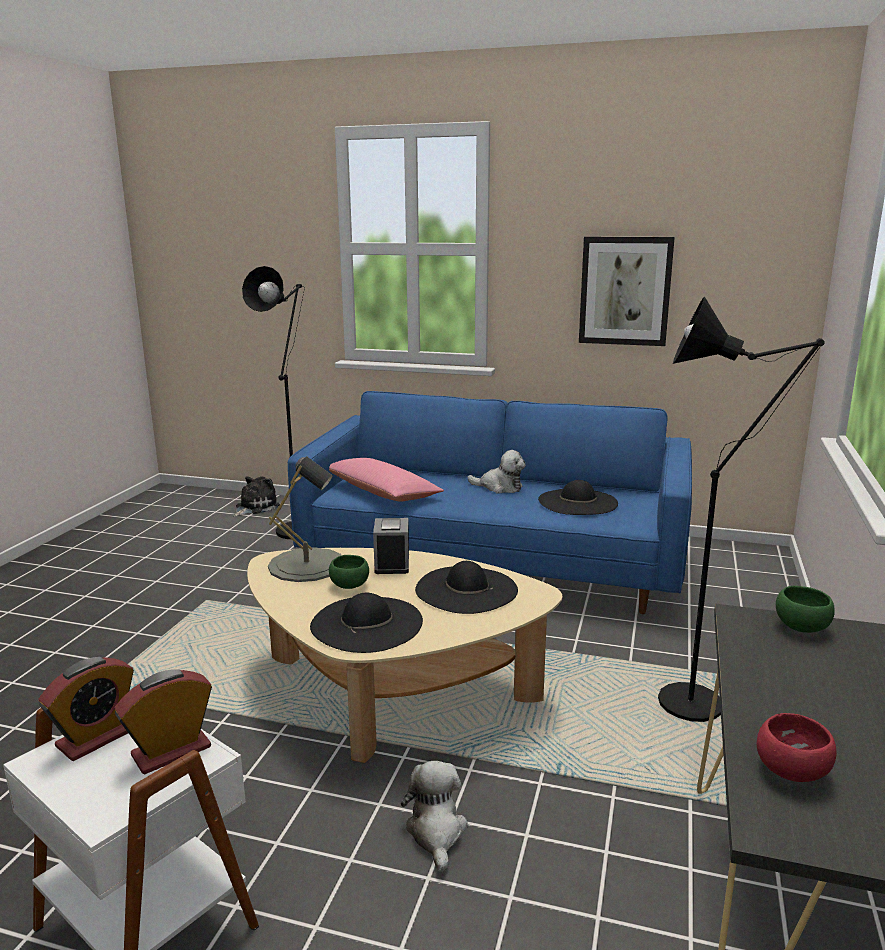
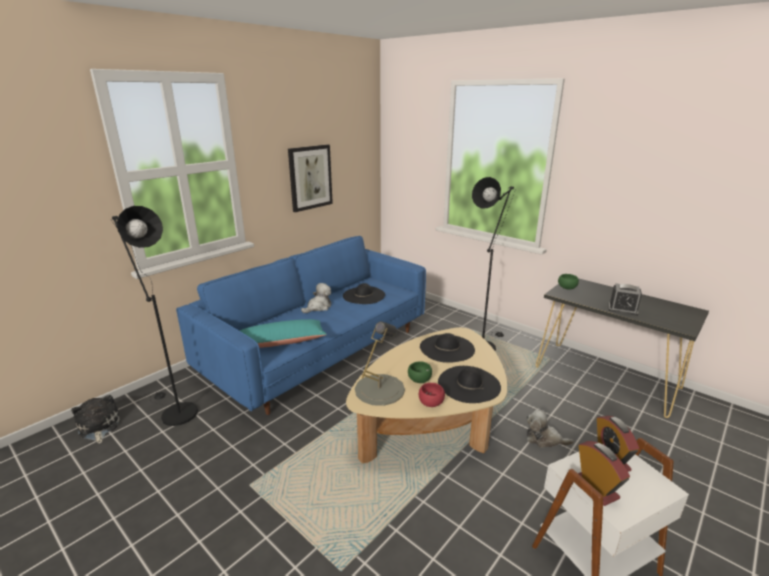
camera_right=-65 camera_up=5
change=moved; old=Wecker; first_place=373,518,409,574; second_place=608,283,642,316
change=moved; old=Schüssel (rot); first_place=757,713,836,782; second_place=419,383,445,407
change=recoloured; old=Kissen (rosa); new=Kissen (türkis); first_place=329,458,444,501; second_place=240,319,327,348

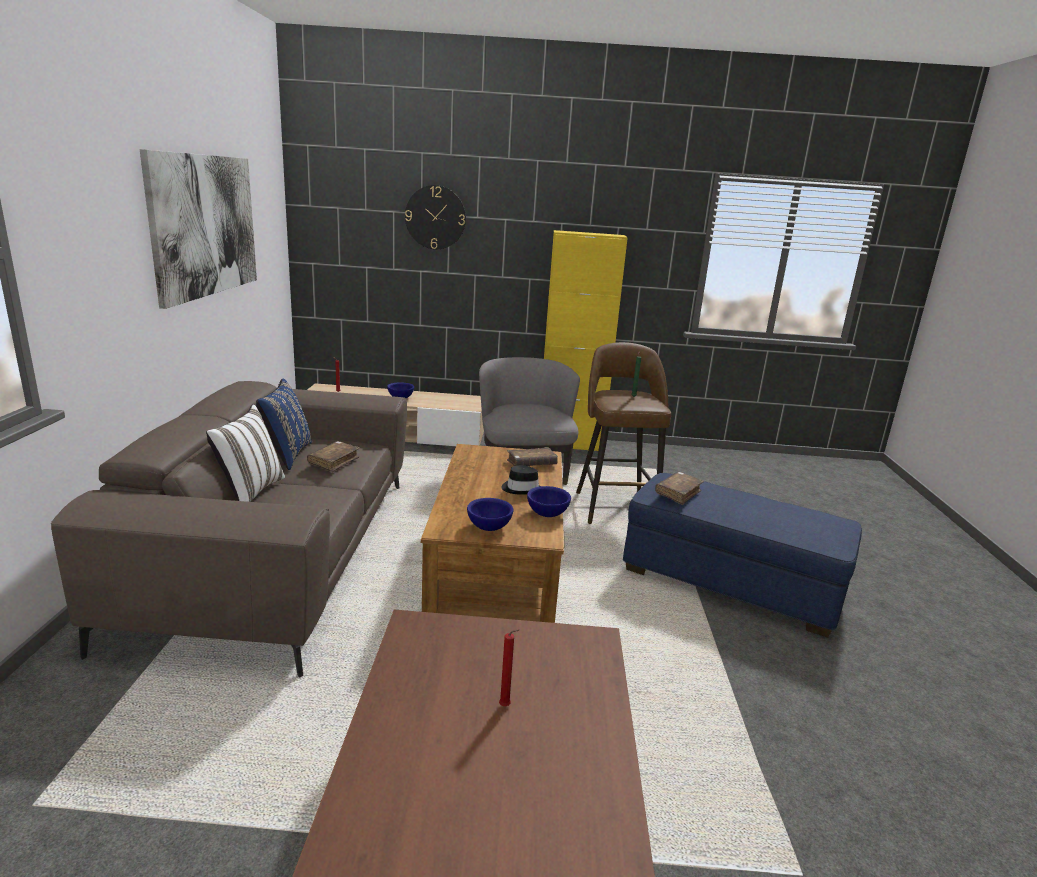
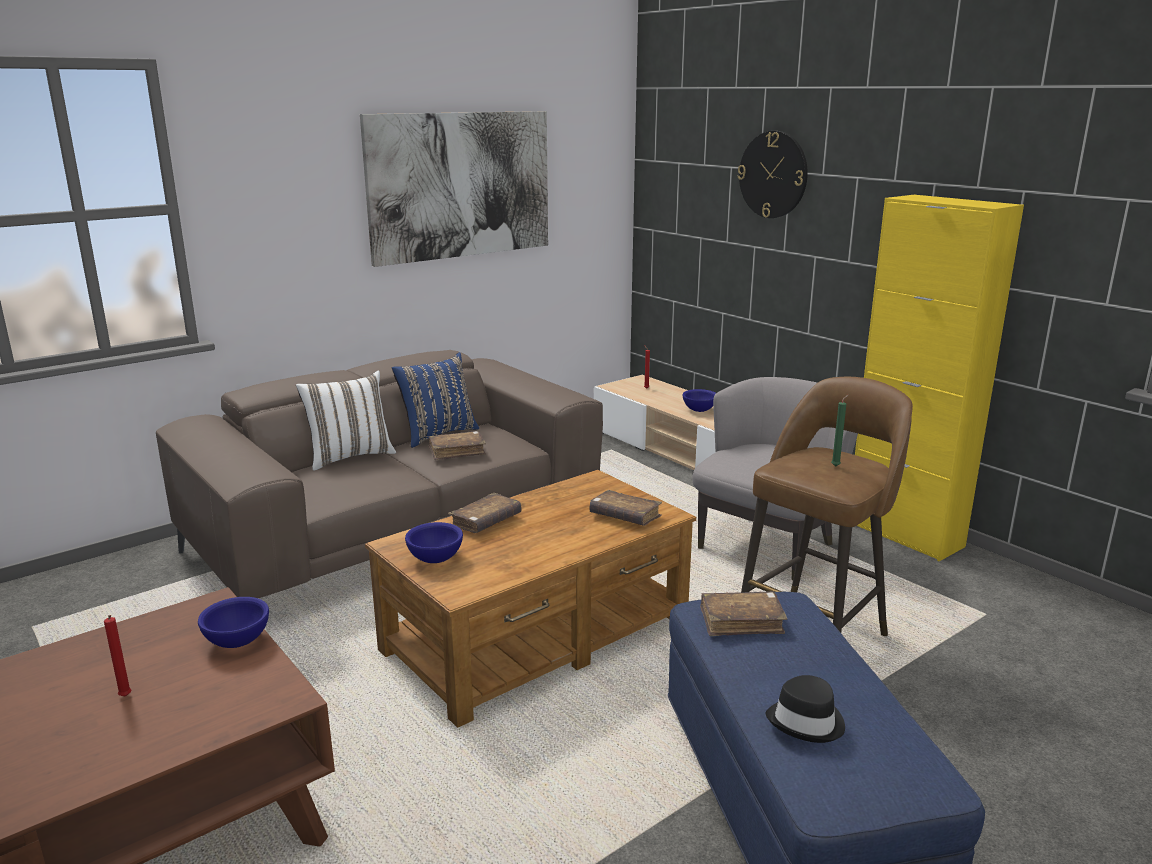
camera_right=50 camera_up=0
change=added; new=Buch (braun); second_place=448,493,522,533
change=moved; old=Hut (schwarz); first_place=502,465,540,495; second_place=765,675,845,743
change=moved; old=Schüssel (blau); first_place=527,486,571,517; second_place=198,597,269,648

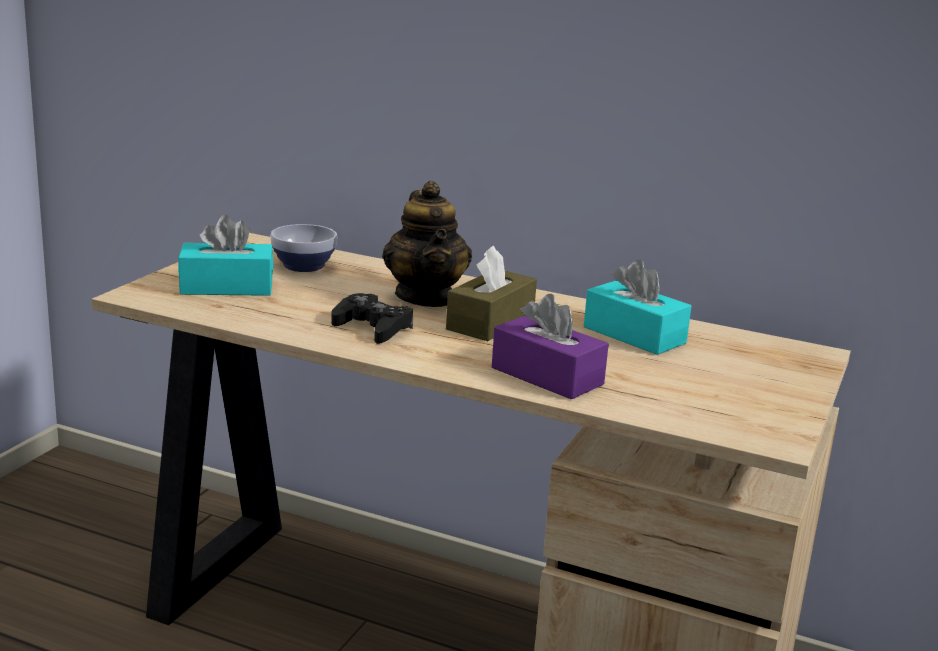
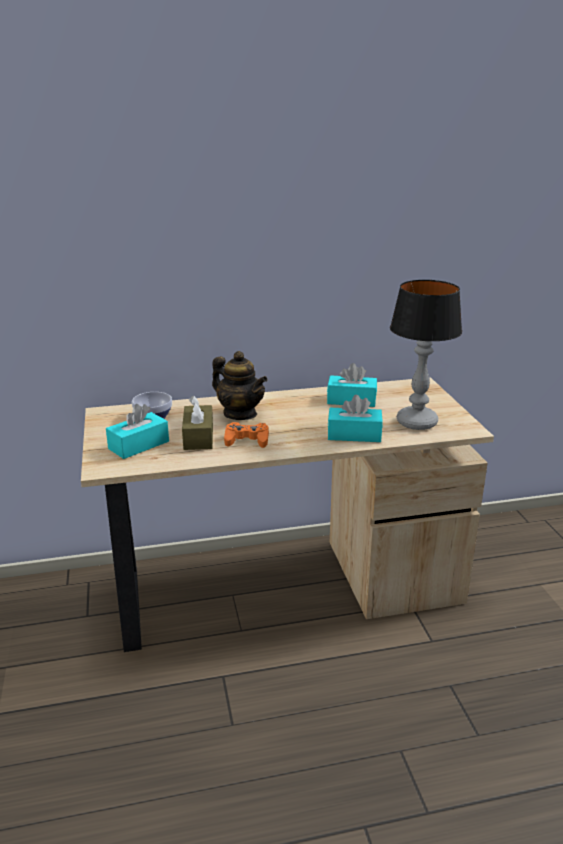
camera_right=-35 camera_up=5
change=added; new=Tischlampe; second_place=390,280,462,430
change=moved; old=Taschentuchbox (braun); first_place=446,246,537,341; second_place=182,395,213,450
change=recoloured; old=Gamepad (schwarz); new=Gamepad (orange); first_place=331,293,413,344; second_place=224,422,269,448
change=recoloured; old=Taschentuchbox (lila); new=Taschentuchbox (türkis); first_place=492,294,609,399; second_place=328,395,383,442

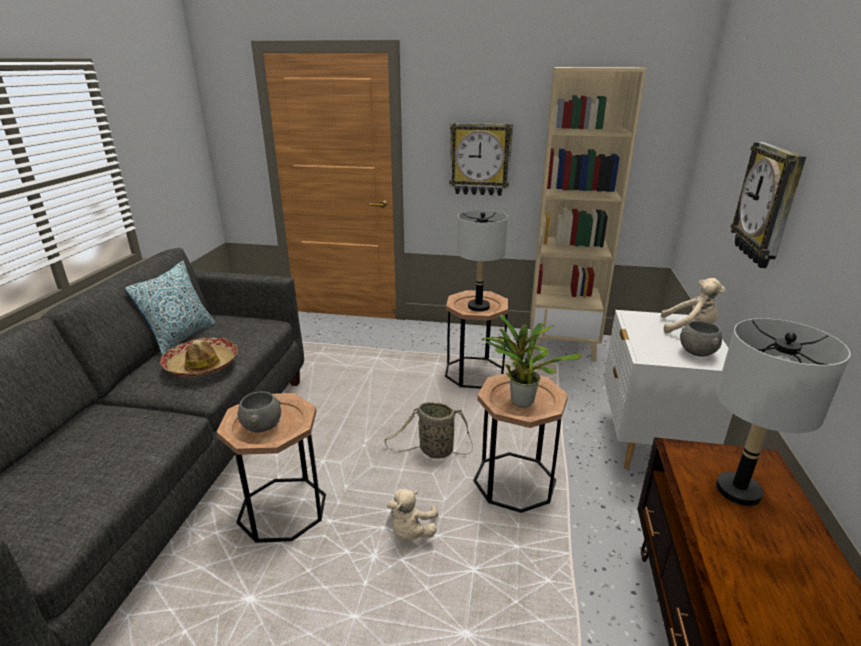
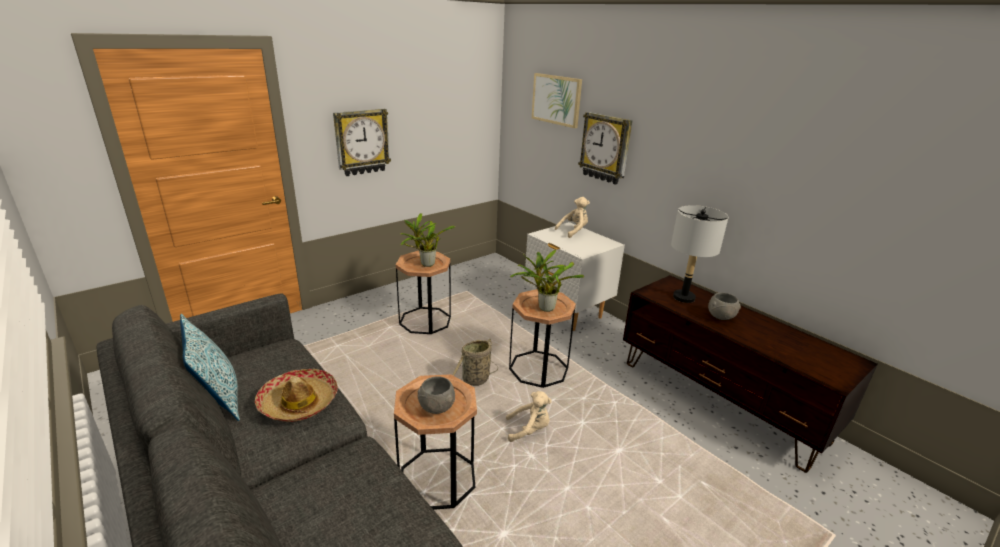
camera_right=-50 camera_up=0
change=removed; old=Bücherregal (beige); first_place=530,67,647,361
change=added; new=Bild; second_place=532,73,582,128
change=moved; old=Schüssel (grau); first_place=680,321,722,357; second_place=708,292,741,320
change=replaced; old=Tischlampe (grau); new=Topfpflanze; first_place=457,210,508,312; second_place=400,213,455,267
change=turned; old=Plüschtier (beige); first_place=387,489,439,541; second_place=506,391,552,442; degrees=-60

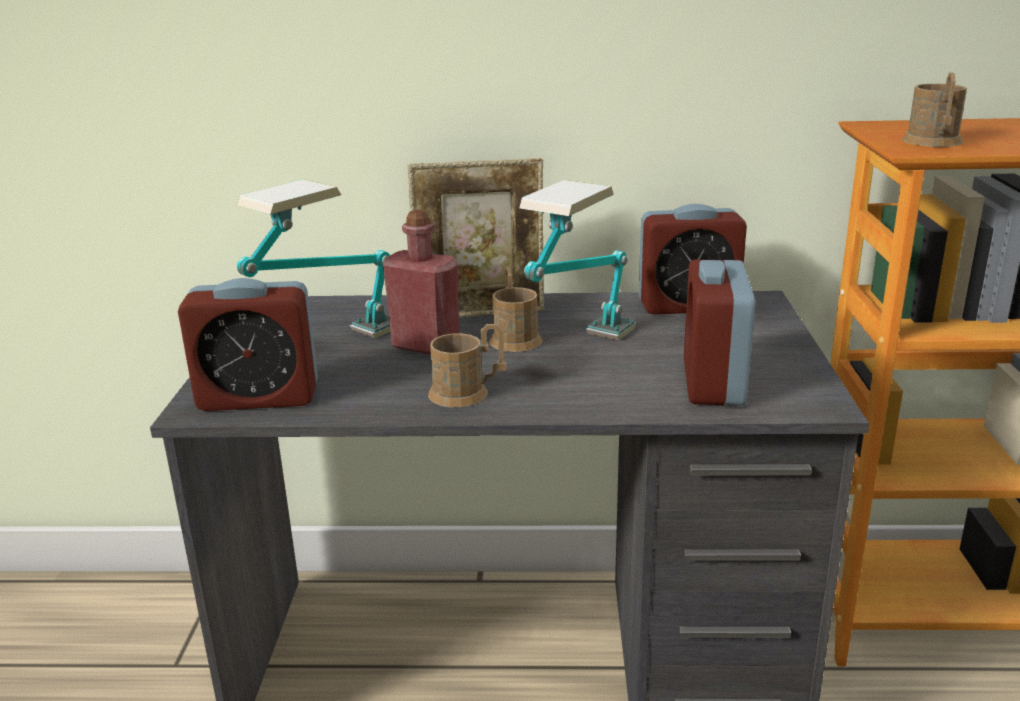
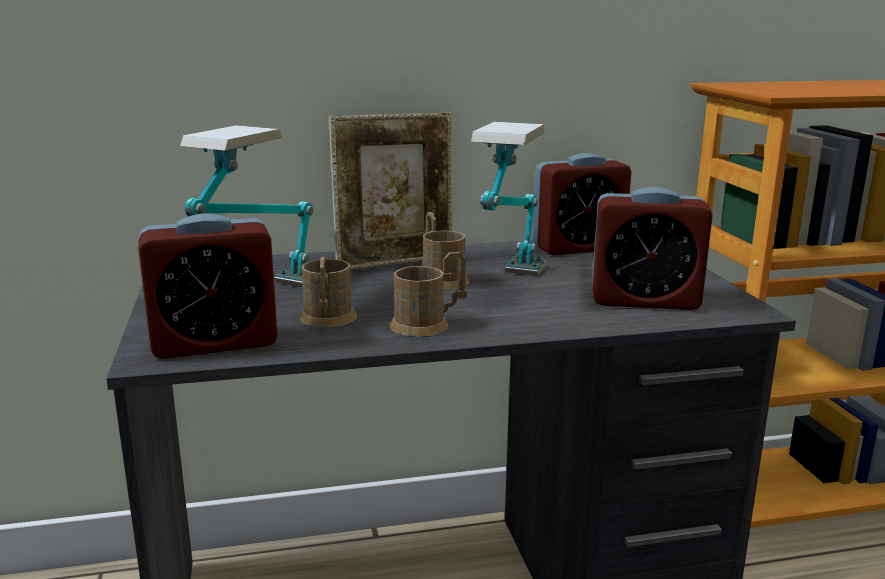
camera_right=-15 camera_up=-5
change=removed; old=Flasche (rot); first_place=383,210,460,355
change=moved; old=Henkelbecher (braun); first_place=902,72,967,147; second_place=299,257,357,327
change=turned; old=Wecker; first_place=684,260,755,406; second_place=592,187,713,310; degrees=-75

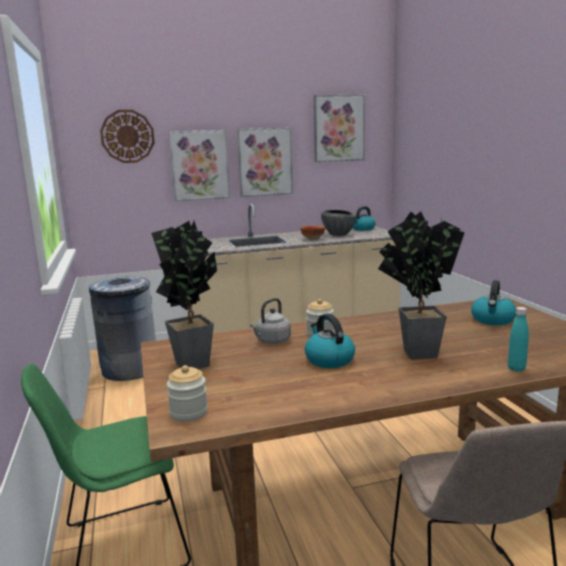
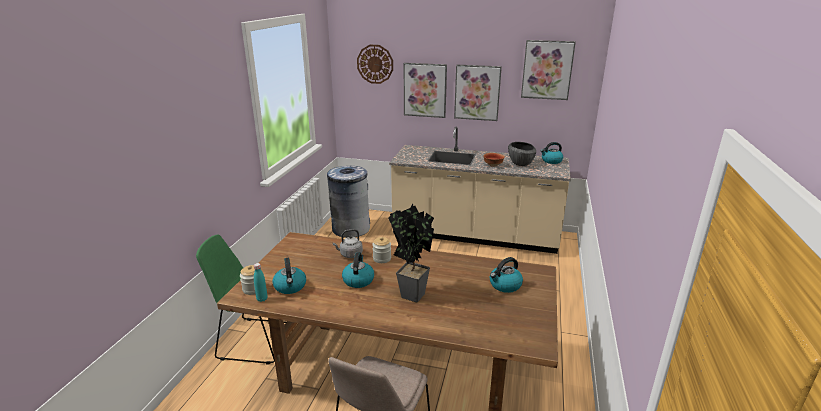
camera_right=30 camera_up=10
change=removed; old=Topfpflanze; first_place=151,221,217,369
change=added; new=Wasserkessel; second_place=272,258,306,294
change=moved; old=Flasche (türkis); first_place=508,307,529,372; second_place=254,263,268,302

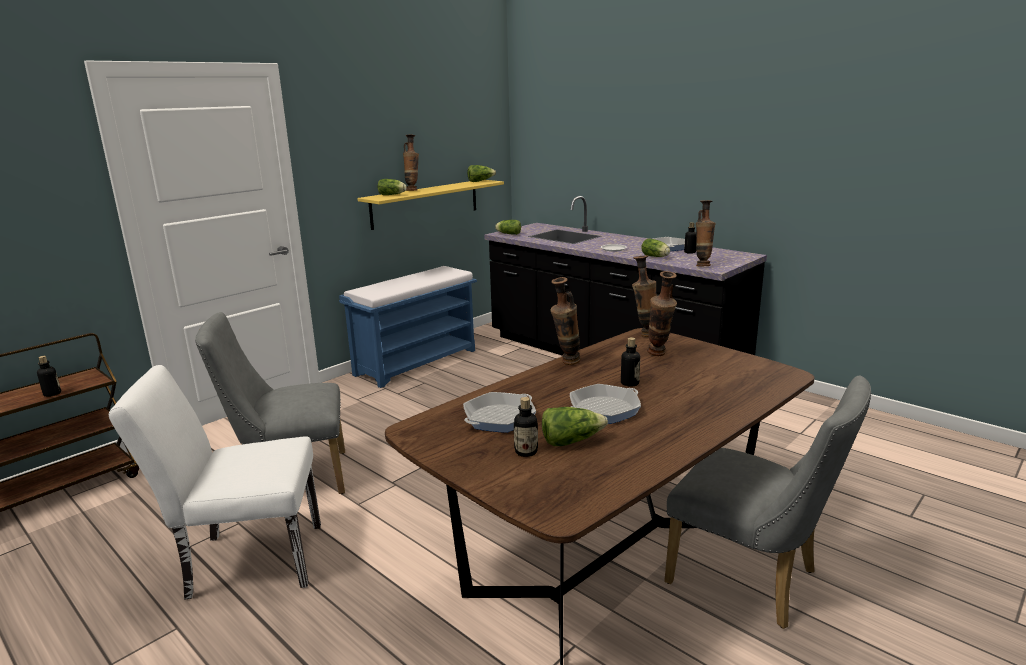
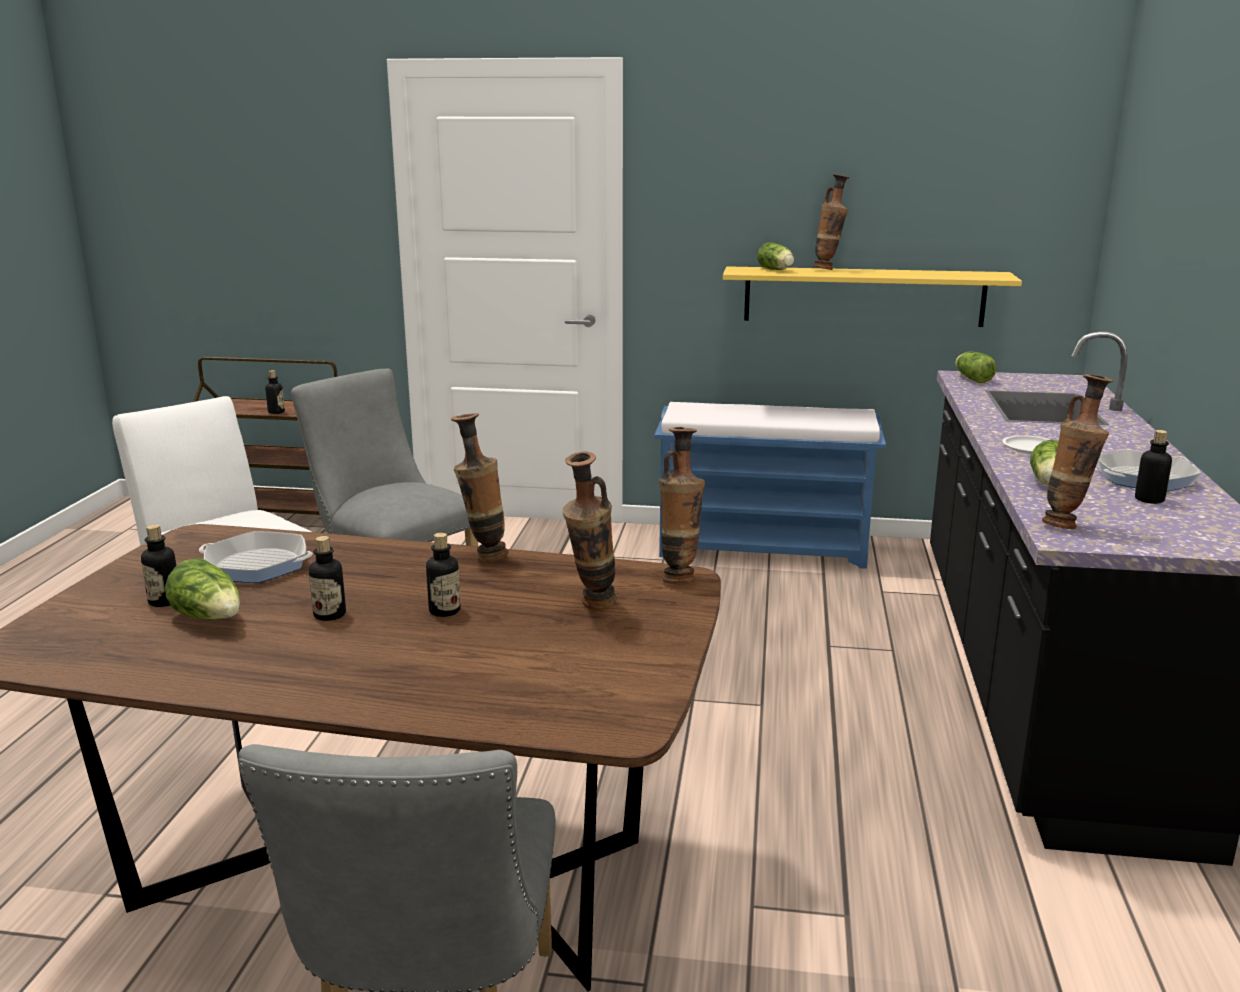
camera_right=55 camera_up=0
change=removed; old=Salatkopf; first_place=467,165,496,182
change=replaced; old=Pfanne; new=Flasche; first_place=570,384,641,424; second_place=309,536,346,621

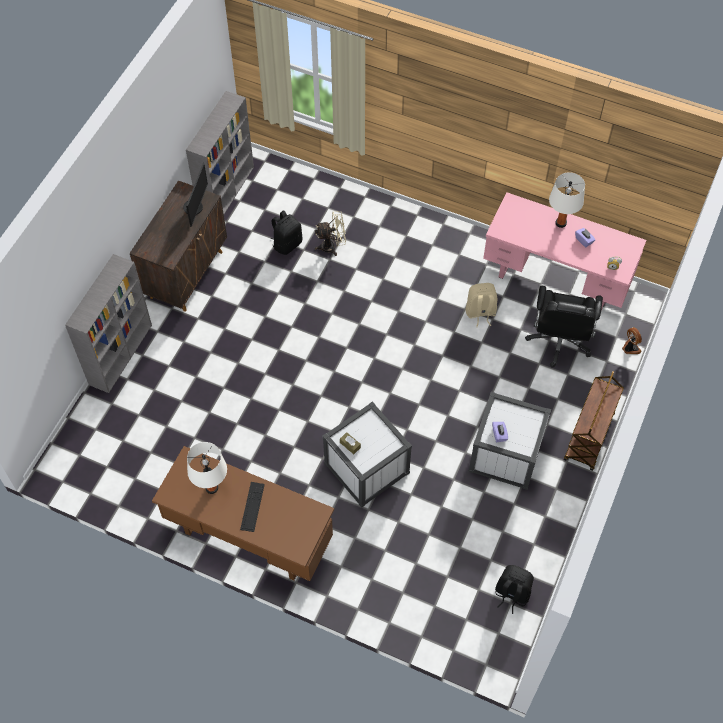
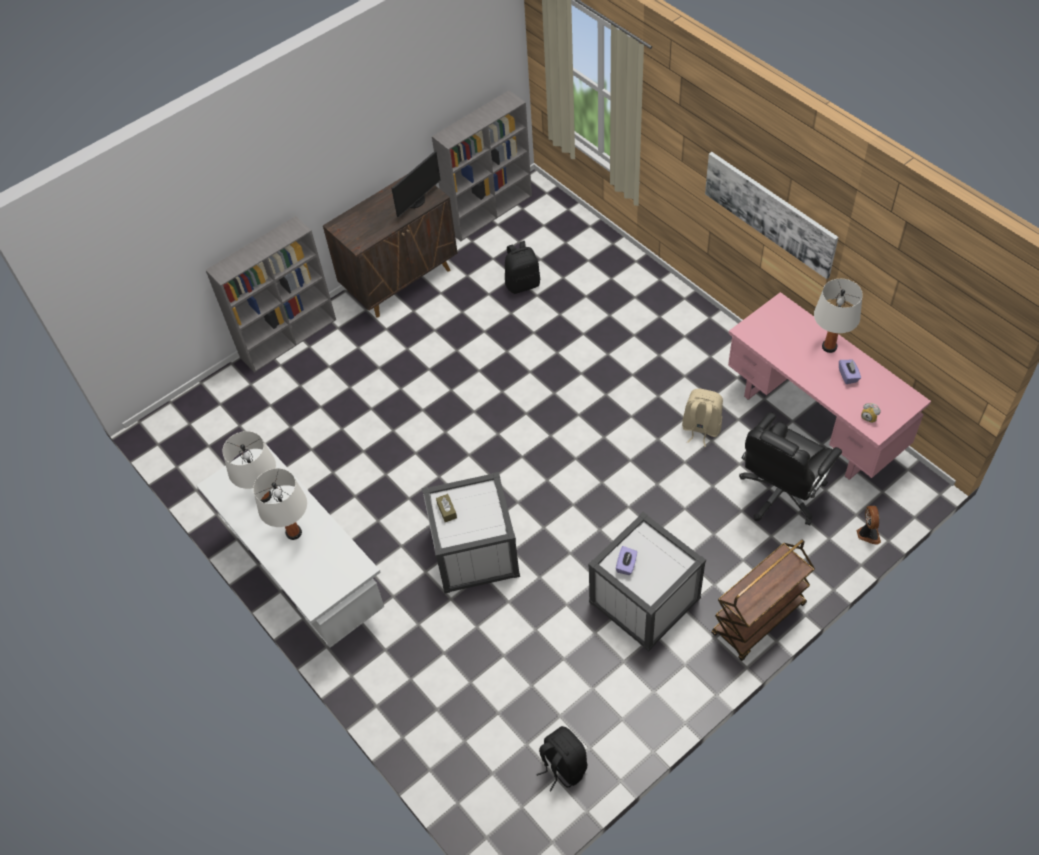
camera_right=30 camera_up=-5
change=removed; old=Ventilator (beige); first_place=315,211,346,256
change=added; new=Bild; second_place=705,152,838,279
change=replaced; old=Tastatur; new=Tischlampe (weiß); first_place=240,482,265,532; second_place=253,468,307,540
change=recoloured; old=Schreibtisch (braun); new=Schreibtisch (weiß); first_place=152,446,334,581; second_place=196,442,384,648

